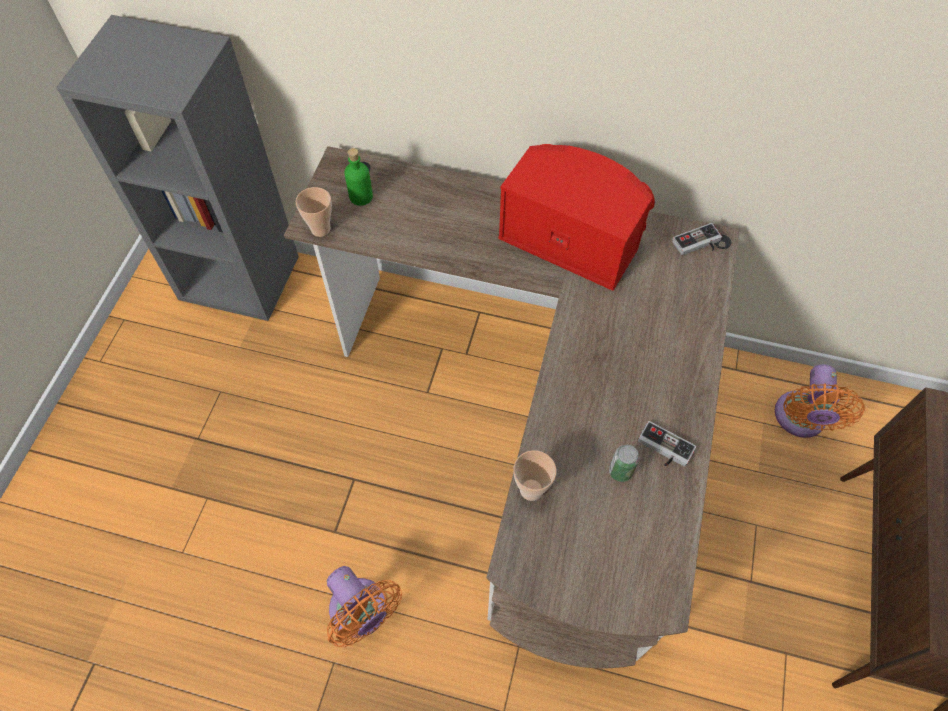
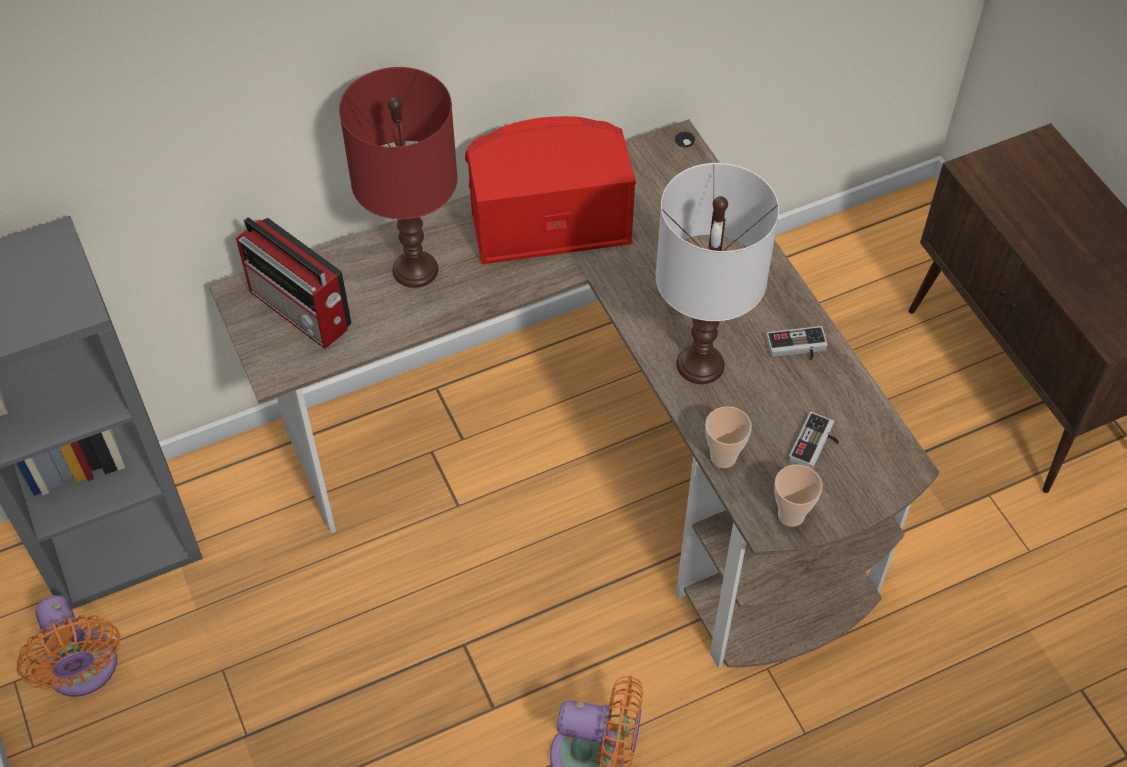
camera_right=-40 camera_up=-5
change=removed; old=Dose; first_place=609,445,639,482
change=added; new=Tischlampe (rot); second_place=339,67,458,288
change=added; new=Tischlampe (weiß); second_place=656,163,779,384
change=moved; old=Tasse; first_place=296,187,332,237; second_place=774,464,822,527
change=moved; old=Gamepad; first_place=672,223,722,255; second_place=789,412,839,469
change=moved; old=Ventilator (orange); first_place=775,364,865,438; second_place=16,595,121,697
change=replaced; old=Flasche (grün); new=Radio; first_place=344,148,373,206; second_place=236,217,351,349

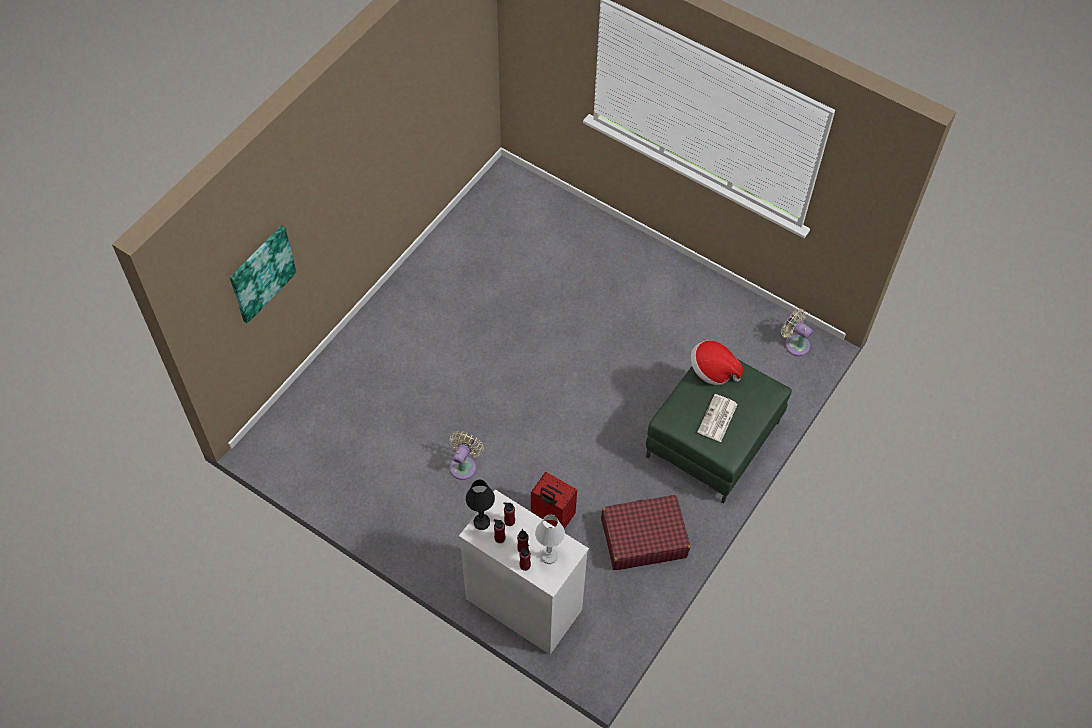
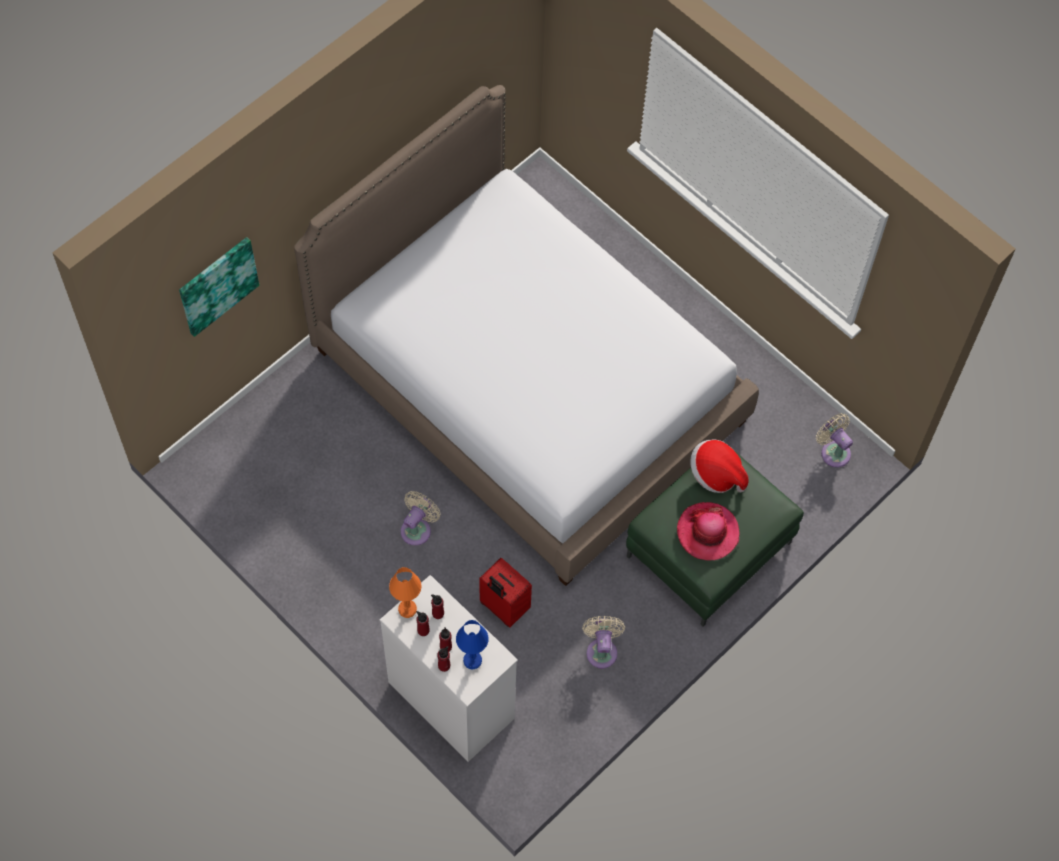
camera_right=10 camera_up=5
change=added; new=Bett; second_place=294,85,759,586
change=replaced; old=Koffer (rot); new=Ventilator (beige); first_place=601,495,690,570; second_place=582,616,625,668
change=replaced; old=Zeitung; new=Hut; first_place=698,394,738,442; second_place=677,502,739,561
change=recoloured; old=Tischlampe (schwarz); new=Tischlampe (orange); first_place=466,480,495,530; second_place=389,567,422,618
change=recoloured; old=Tischlampe (weiß); new=Tischlampe (blau); first_place=535,515,565,564; second_place=456,620,489,670

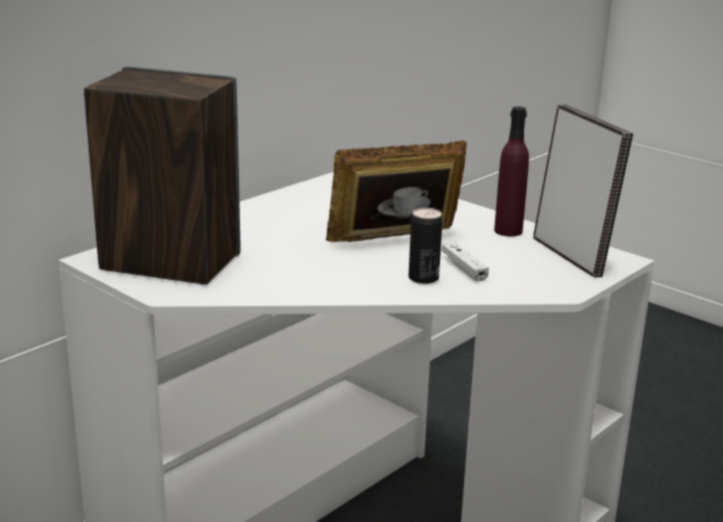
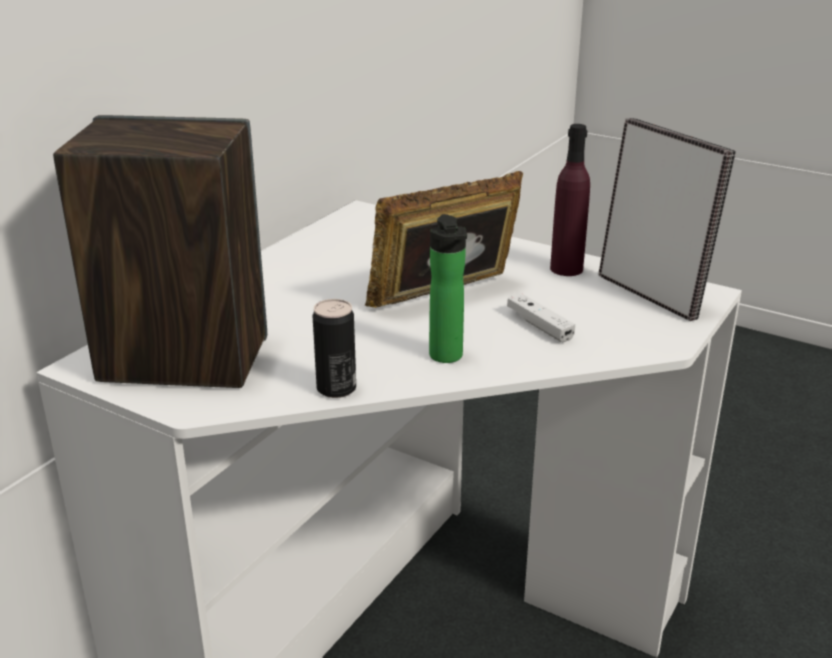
camera_right=-10 camera_up=5
change=added; new=Flasche; second_place=429,214,467,363
change=moved; old=Dose; first_place=409,208,443,284; second_place=313,299,356,398

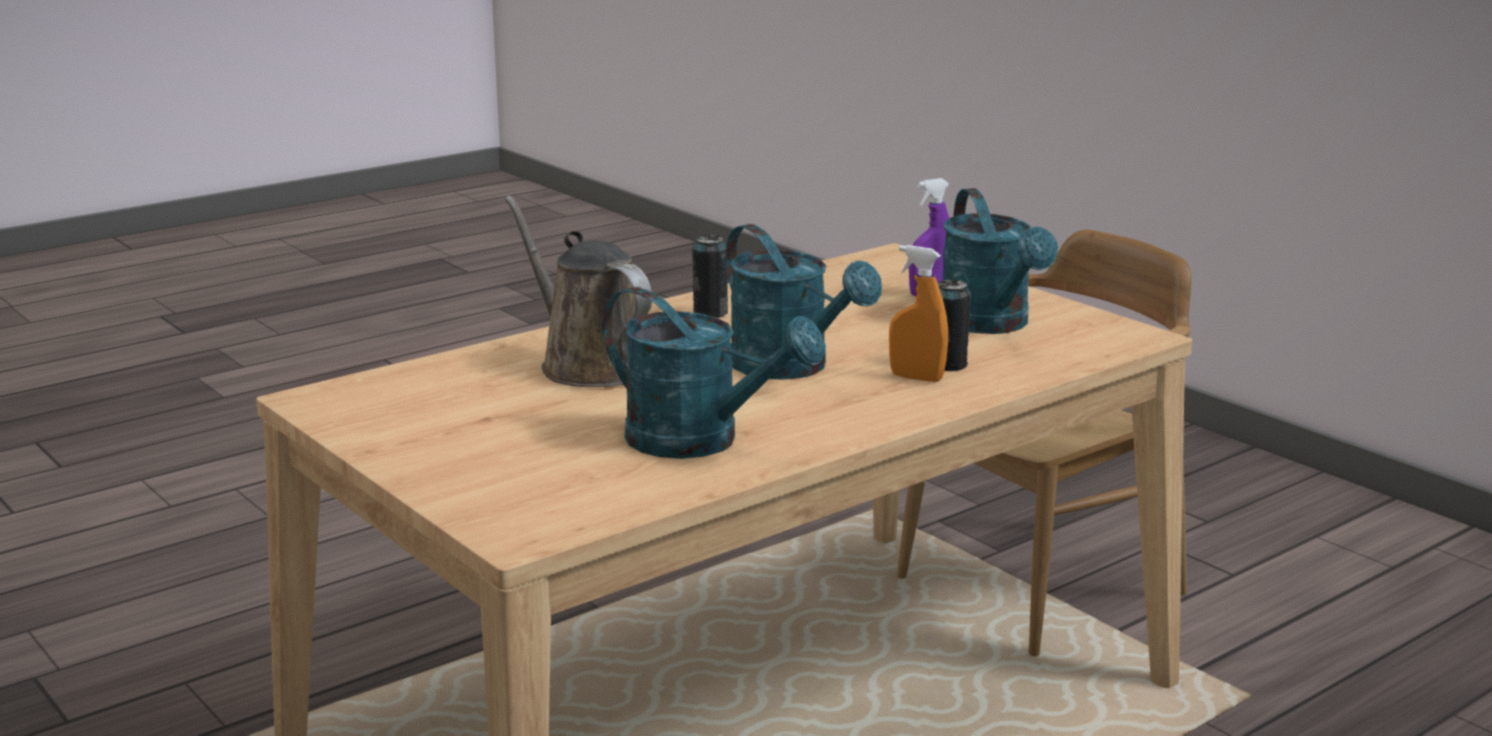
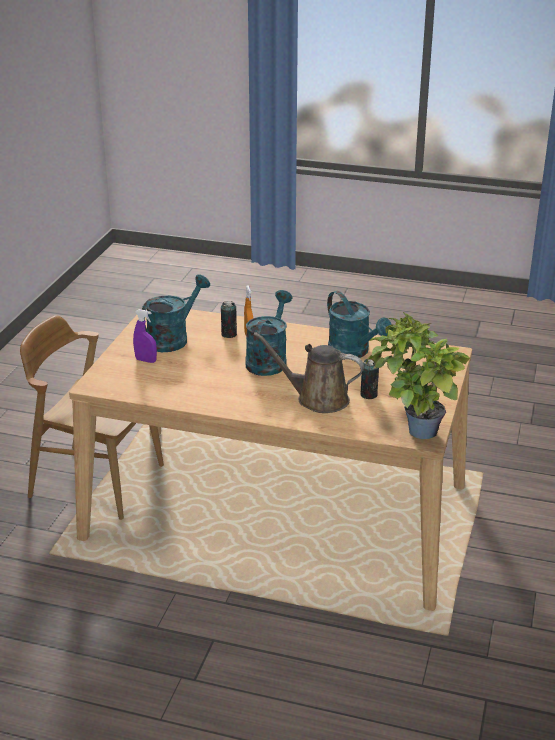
camera_right=-125 camera_up=10
change=added; new=Topfpflanze; second_place=366,312,470,439
change=moved; old=Dose; first_place=692,235,728,318; second_place=360,359,379,399
change=turned; old=Gießkanne (braun); first_place=505,196,652,387; second_place=253,332,364,413; degrees=90
change=turned; old=Gießkanne (türkis); first_place=603,287,825,459; second_place=327,291,392,358; degrees=150

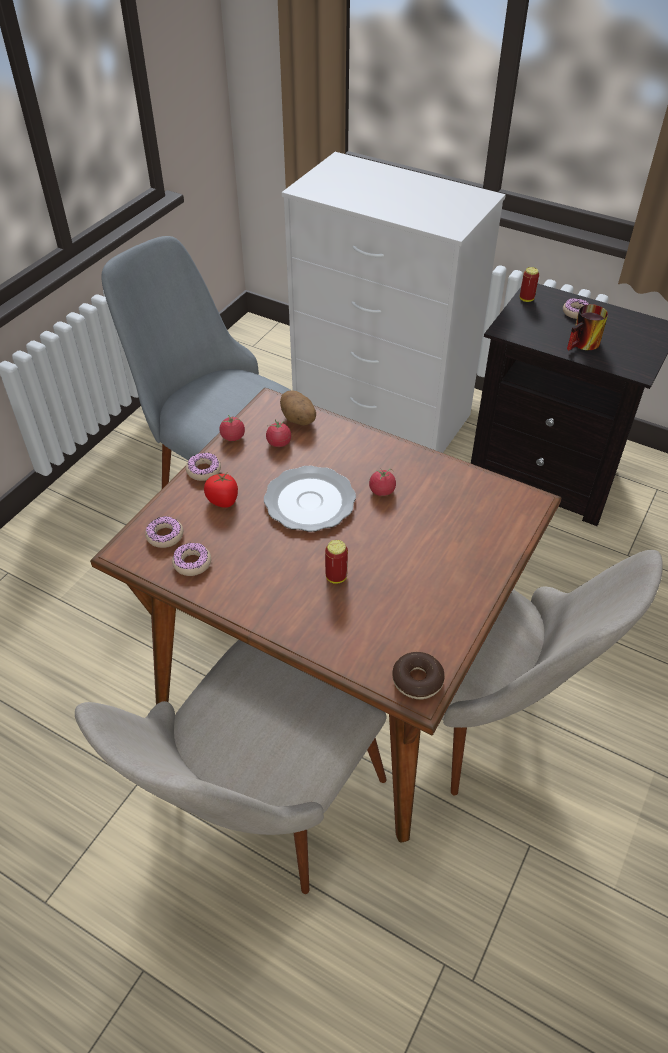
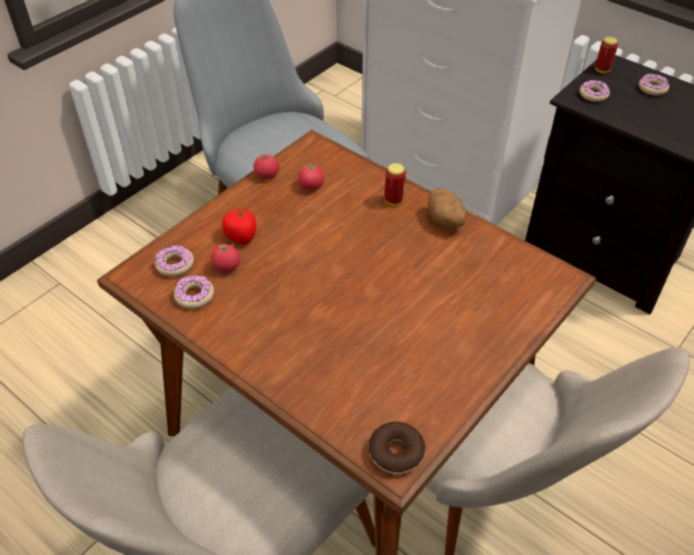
camera_right=10 camera_up=0
change=removed; old=Teller; first_place=264,466,356,532
change=removed; old=Henkelbecher; first_place=567,304,608,350
change=moved; old=Donut; first_place=186,452,221,481; second_place=580,80,610,102
change=moved; old=Kartoffel; first_place=280,390,316,426; second_place=428,188,467,229
change=moved; old=Dose; first_place=325,540,348,584; second_place=385,163,406,206
change=moved; old=Tomate; first_place=369,469,396,496; second_place=211,243,240,272

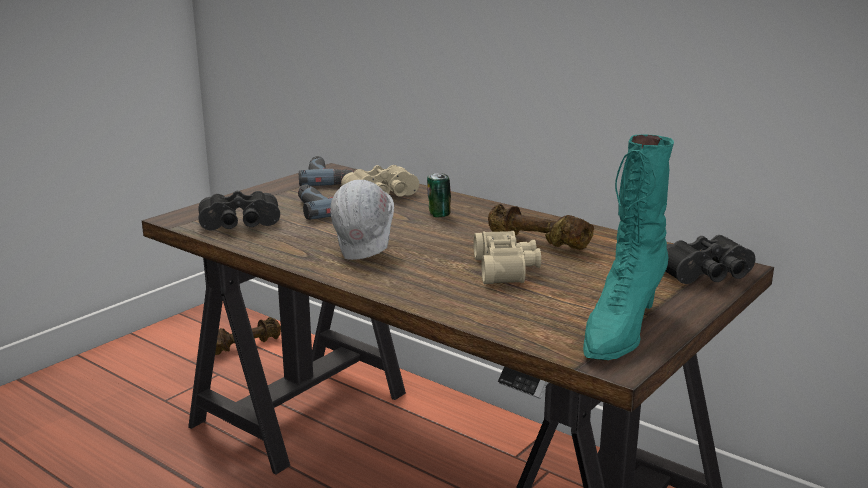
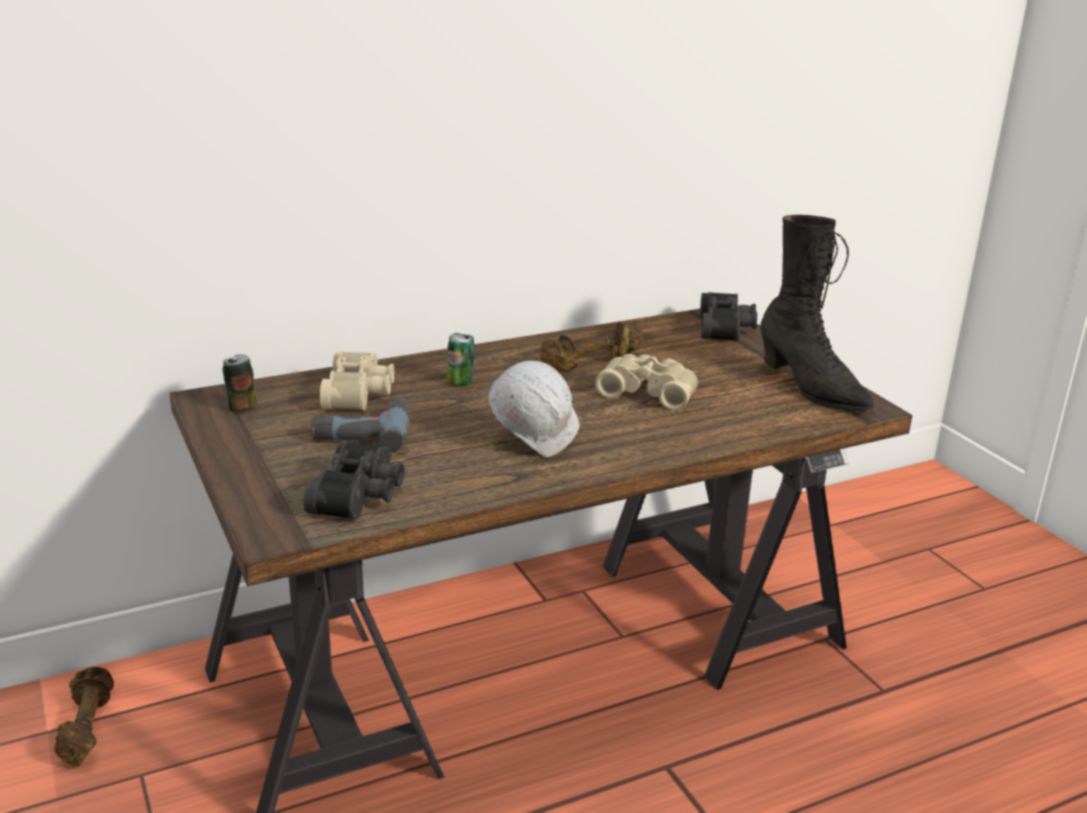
camera_right=-65 camera_up=5
change=replaced; old=Bohrmaschine; new=Dose; first_place=299,156,355,186; second_place=223,354,257,412
change=recoloured; old=Stiefel (türkis); new=Stiefel (schwarz); first_place=583,134,674,360; second_place=760,215,874,412

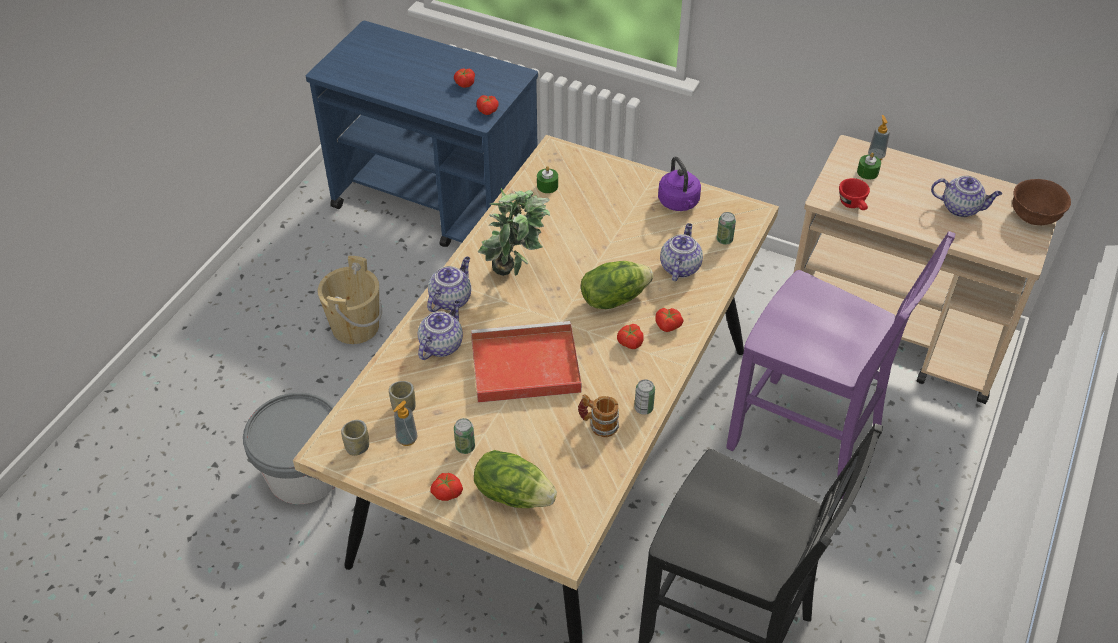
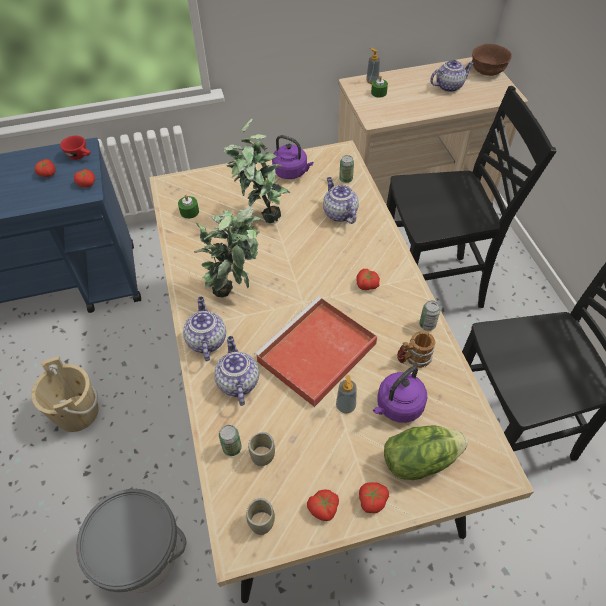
camera_right=-40 camera_up=5
change=removed; old=Salatkopf; first_place=581,261,653,309
change=added; new=Topfpflanze; second_place=222,119,290,223
change=added; new=Wasserkessel (lila); second_place=373,366,427,423
change=moved; old=Seifenspender; first_place=394,401,418,446; second_place=336,375,357,413
change=moved; old=Dose; first_place=454,418,475,454; second_place=219,425,242,456
change=moved; old=Tomate; first_place=655,308,684,332; second_place=307,489,339,521
change=moved; old=Tasse (rot); first_place=839,178,870,210; second_place=60,135,91,160
change=recoloured; old=Stuhl (lila); new=Stuhl (schwarz); first_place=726,231,955,499; second_place=386,86,556,308

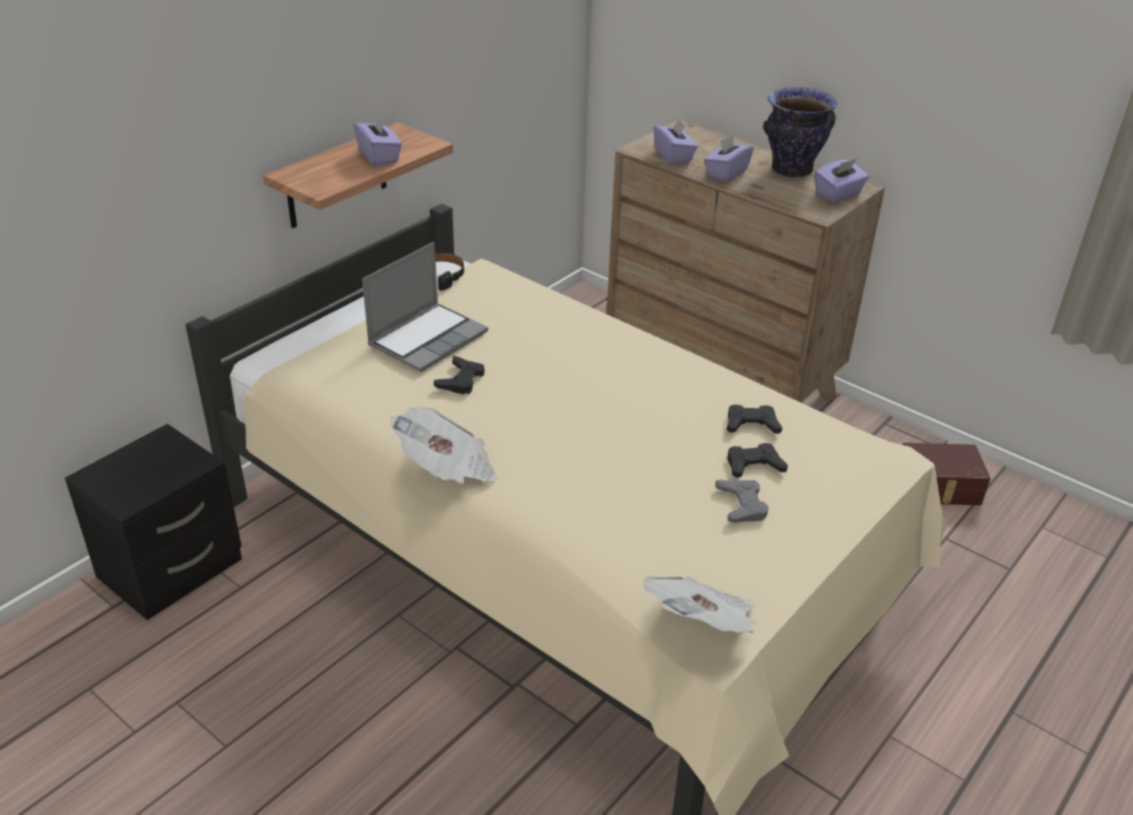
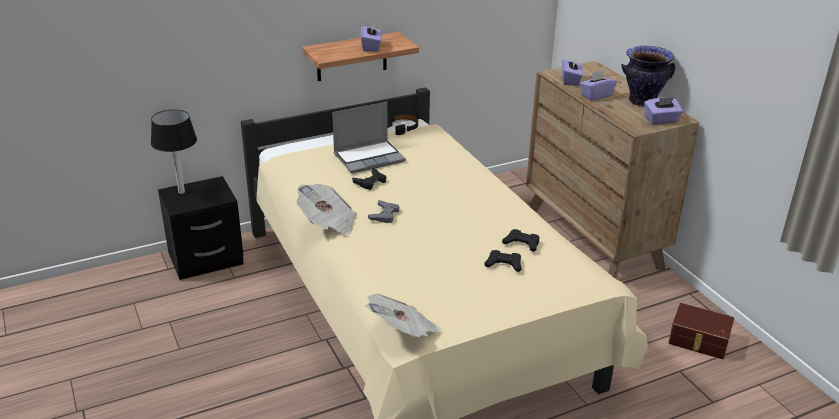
camera_right=25 camera_up=-5
change=added; new=Tischlampe; second_place=151,109,197,194
change=moved; old=Gamepad (grau); first_place=715,480,769,523; second_place=368,200,399,223

